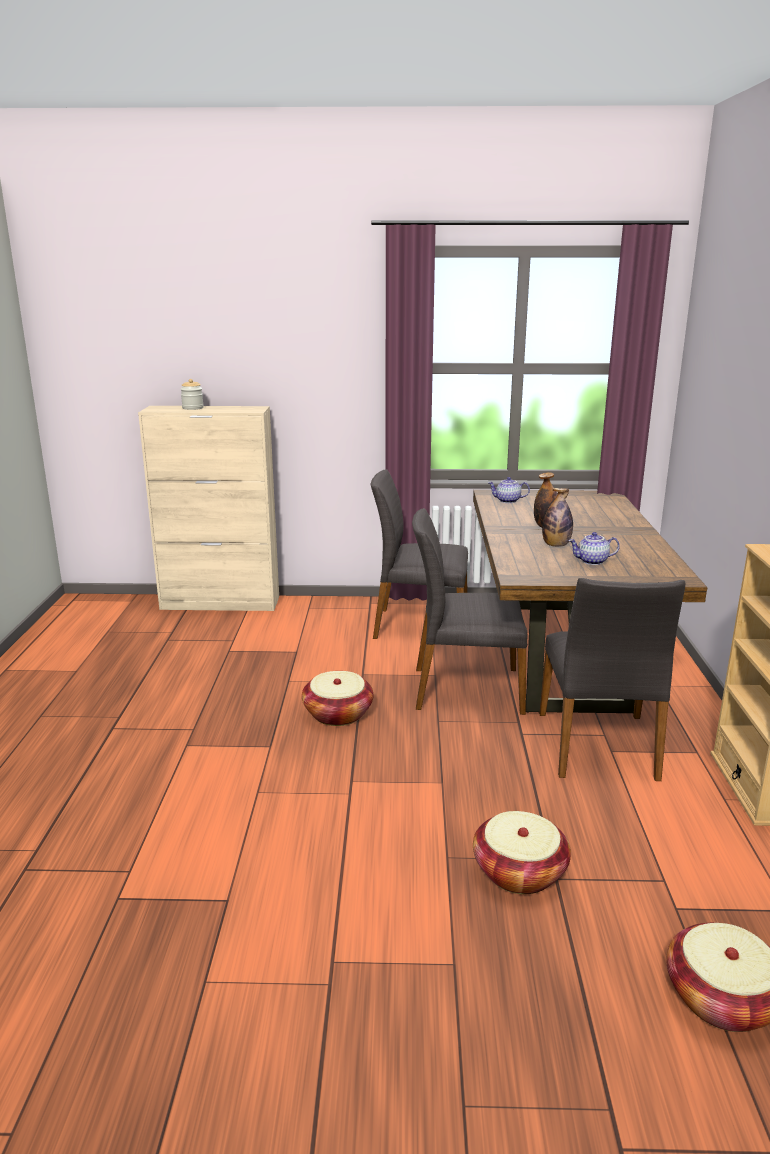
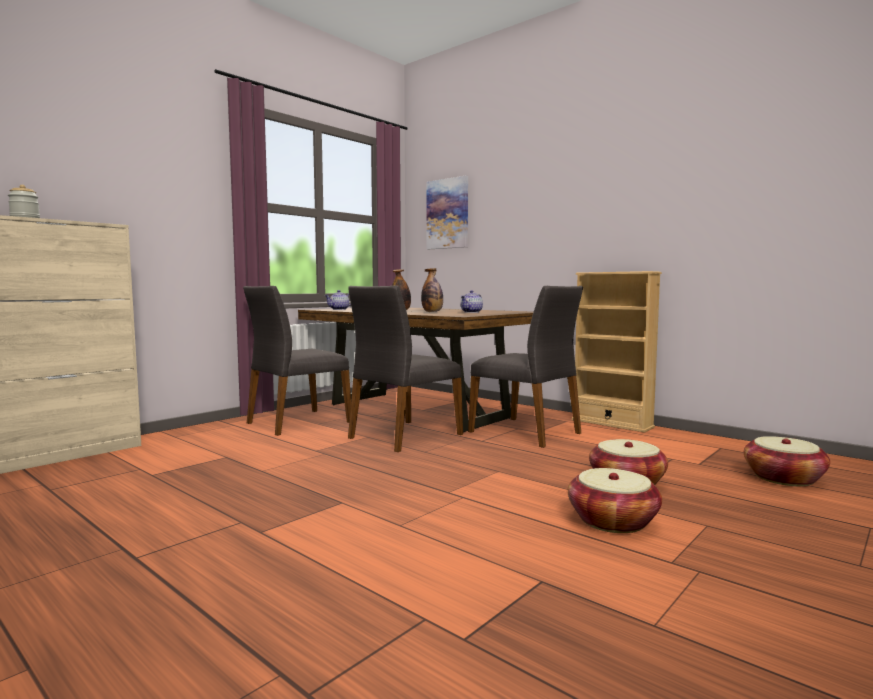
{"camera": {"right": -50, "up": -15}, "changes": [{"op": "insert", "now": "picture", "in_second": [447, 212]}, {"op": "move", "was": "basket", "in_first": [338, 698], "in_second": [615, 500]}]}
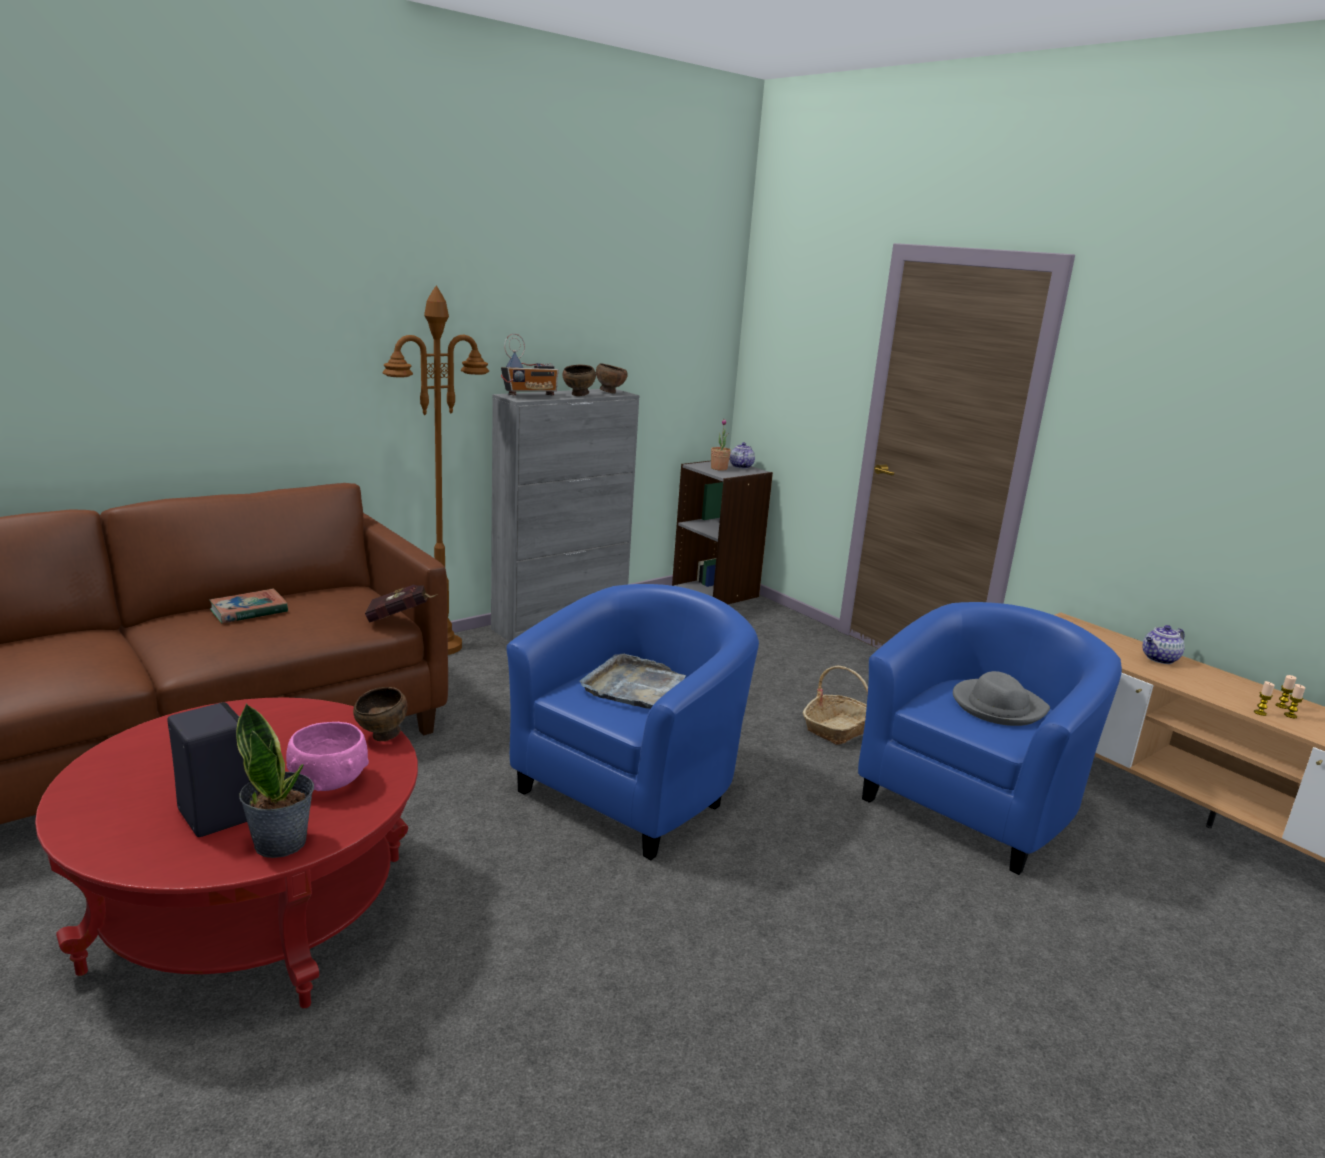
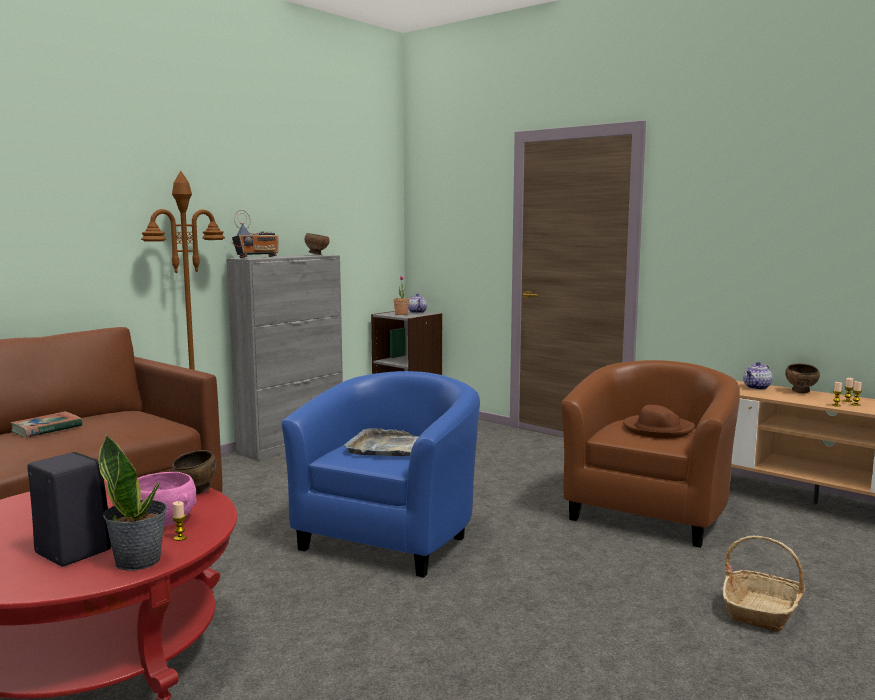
{"camera": {"right": -10, "up": -10}, "changes": [{"op": "delete", "was": "red book", "in_first": [401, 604]}, {"op": "insert", "now": "candle", "in_second": [179, 521]}, {"op": "move", "was": "brown bowl", "in_first": [579, 380], "in_second": [802, 378]}, {"op": "move", "was": "basket", "in_first": [835, 705], "in_second": [764, 584]}, {"op": "recolor", "was": "blue armchair", "now": "brown armchair", "in_first": [990, 738], "in_second": [650, 454]}, {"op": "recolor", "was": "grey hat", "now": "brown hat", "in_first": [1001, 698], "in_second": [659, 421]}]}
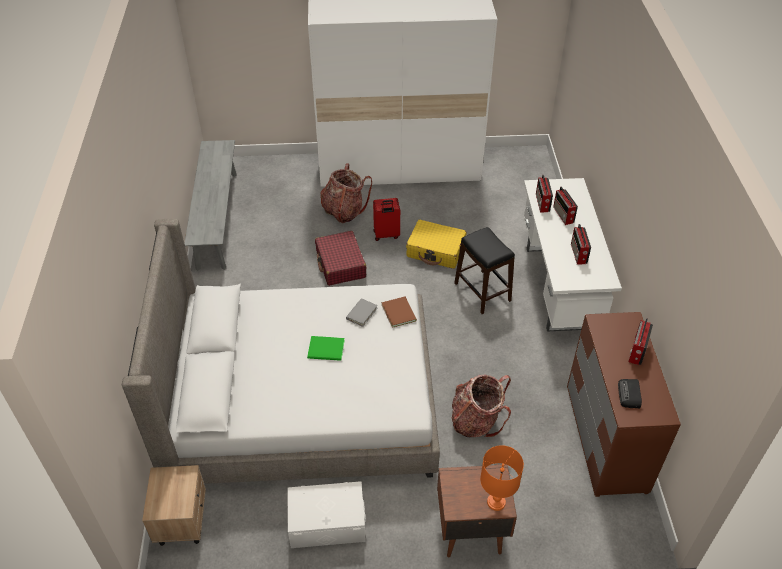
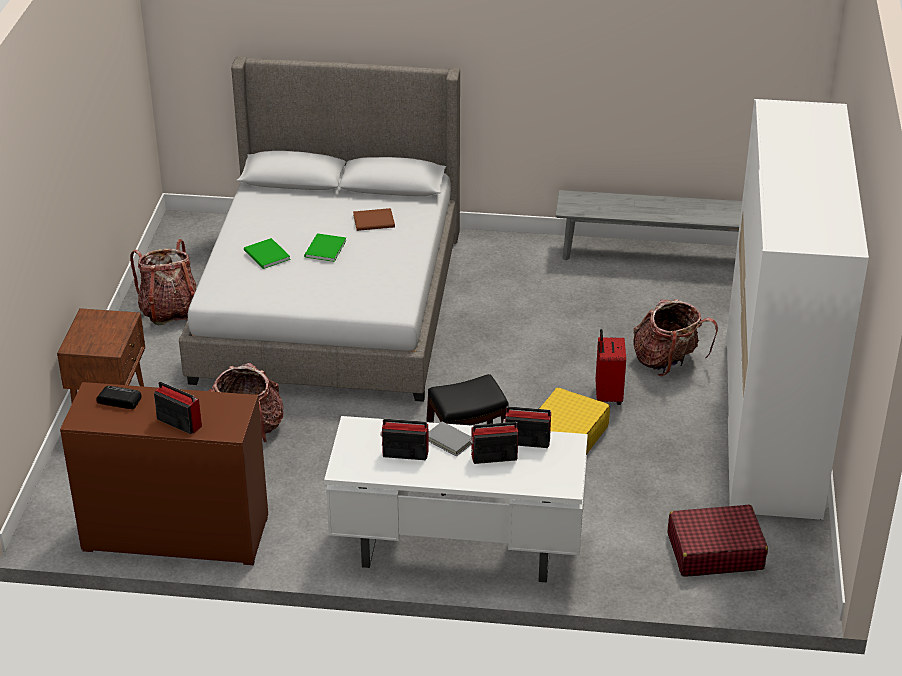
{"camera": {"right": 100, "up": -10}, "changes": [{"op": "delete", "was": "beige nightstand", "in_first": [174, 505]}, {"op": "delete", "was": "orange table lamp", "in_first": [502, 478]}, {"op": "insert", "now": "green book", "in_second": [267, 253]}, {"op": "move", "was": "red suitcase", "in_first": [340, 258], "in_second": [717, 541]}, {"op": "move", "was": "grey book", "in_first": [362, 312], "in_second": [450, 438]}, {"op": "move", "was": "brown book", "in_first": [399, 312], "in_second": [374, 219]}, {"op": "replace", "was": "white storage box", "now": "backpack", "in_first": [326, 514], "in_second": [163, 282]}]}
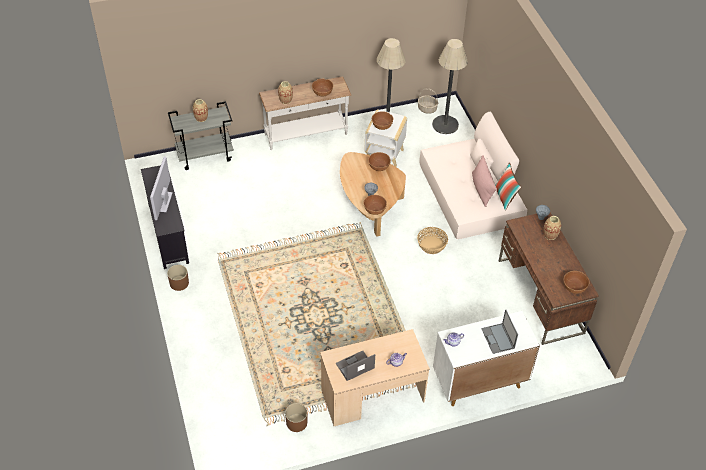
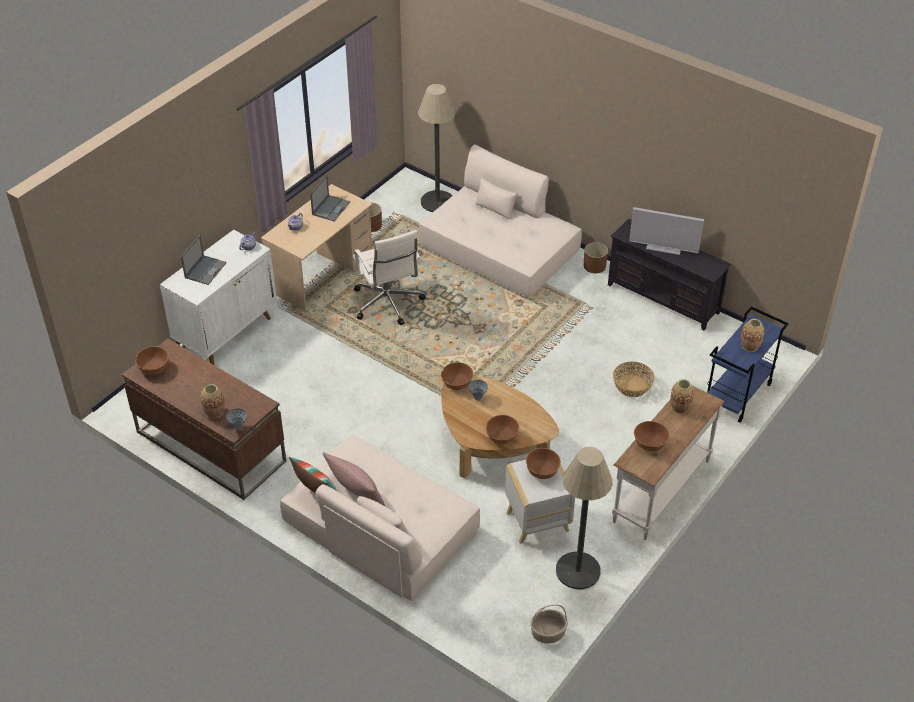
{"camera": {"right": 145, "up": -5}, "changes": [{"op": "insert", "now": "white office chair", "in_second": [389, 277]}, {"op": "insert", "now": "beige sofa", "in_second": [500, 220]}, {"op": "move", "was": "basket", "in_first": [432, 240], "in_second": [633, 379]}, {"op": "move", "was": "floor lamp", "in_first": [450, 86], "in_second": [436, 148]}, {"op": "recolor", "was": "grey cart", "now": "blue cart", "in_first": [201, 135], "in_second": [748, 364]}, {"op": "rotate", "was": "television", "in_first": [161, 188], "in_second": [666, 231], "clockwise": 135}, {"op": "rotate", "was": "laptop", "in_first": [499, 332], "in_second": [203, 260], "clockwise": 75}]}
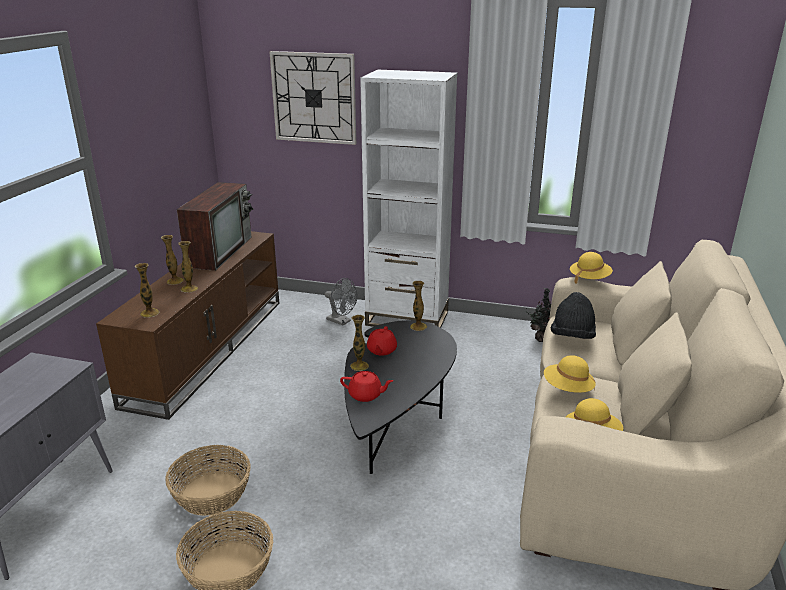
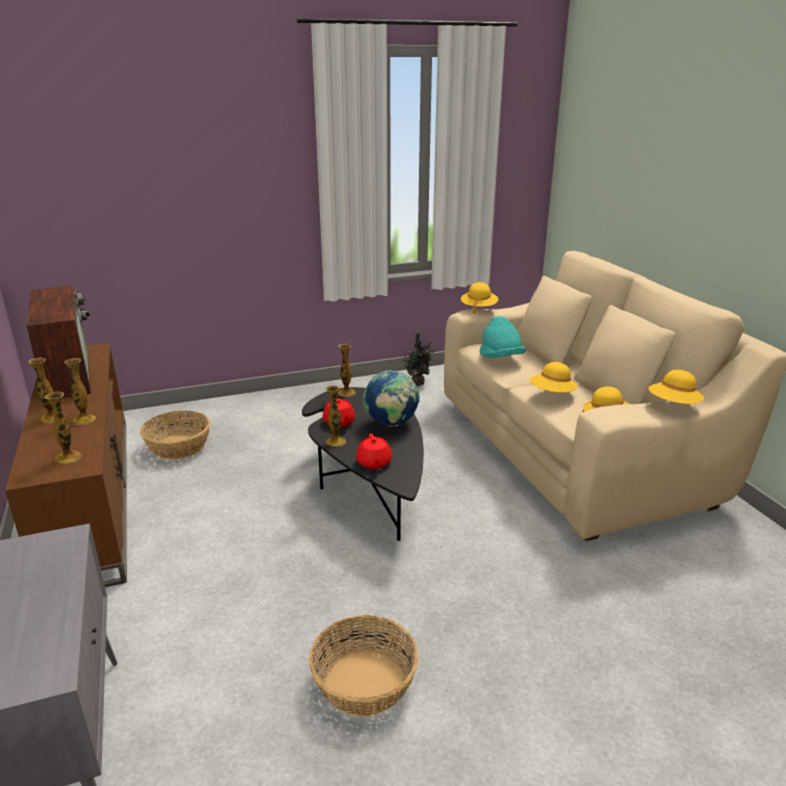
{"camera": {"right": -35, "up": 0}, "changes": [{"op": "delete", "was": "wall clock", "in_first": [313, 98]}, {"op": "delete", "was": "grey fan", "in_first": [341, 302]}, {"op": "delete", "was": "white bookcase", "in_first": [409, 199]}, {"op": "insert", "now": "globe", "in_second": [391, 398]}, {"op": "insert", "now": "yellow hat", "in_second": [676, 387]}, {"op": "move", "was": "basket", "in_first": [208, 480], "in_second": [175, 435]}, {"op": "recolor", "was": "black hat", "now": "turquoise hat", "in_first": [573, 315], "in_second": [502, 337]}, {"op": "rotate", "was": "red teapot", "in_first": [366, 386], "in_second": [374, 451], "clockwise": 105}]}
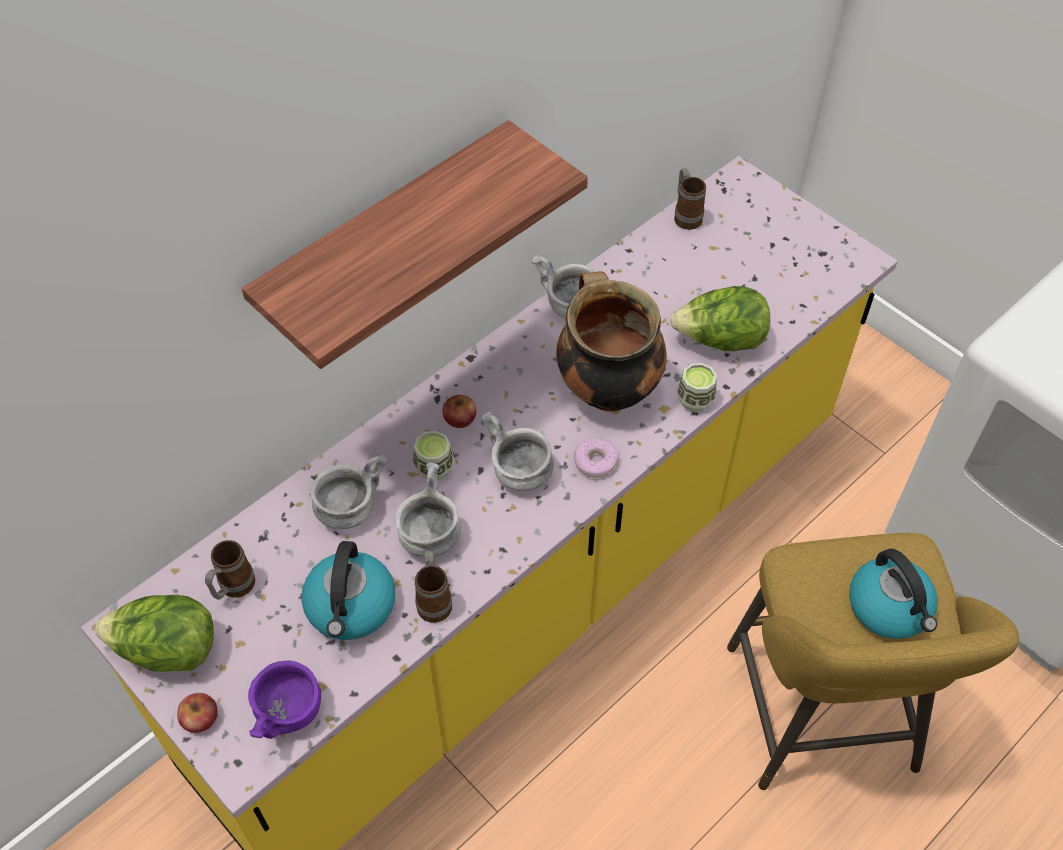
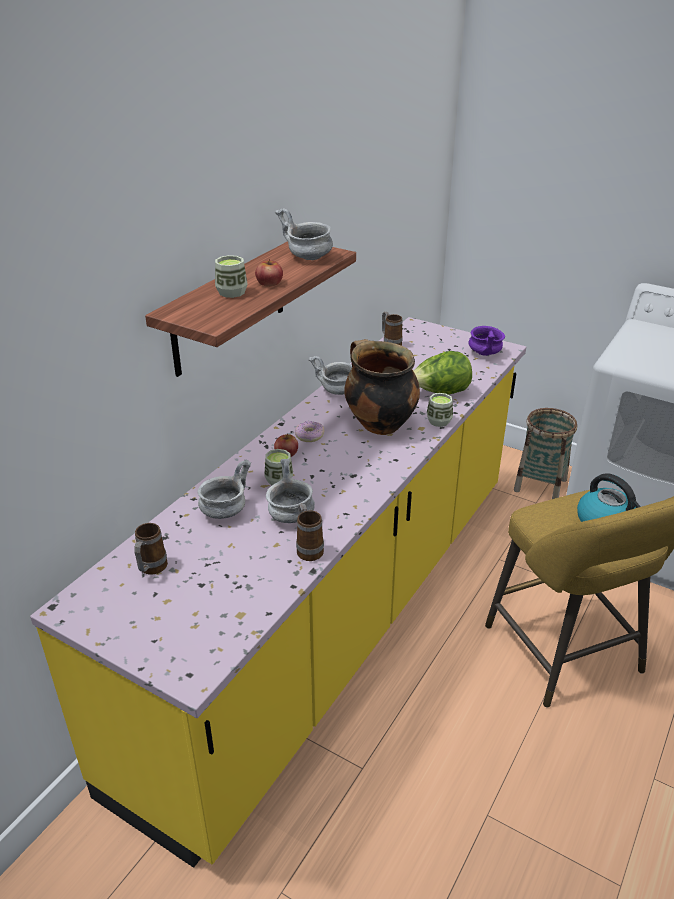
{"camera": {"right": -15, "up": -20}, "changes": [{"op": "delete", "was": "lettuce", "in_first": [154, 633]}, {"op": "delete", "was": "kettle", "in_first": [348, 590]}, {"op": "insert", "now": "cup", "in_second": [231, 276]}, {"op": "insert", "now": "basket", "in_second": [545, 453]}, {"op": "move", "was": "apple", "in_first": [197, 713], "in_second": [269, 272]}, {"op": "move", "was": "purple bowl", "in_first": [284, 699], "in_second": [486, 341]}, {"op": "move", "was": "grey bowl", "in_first": [517, 451], "in_second": [304, 234]}, {"op": "move", "was": "donut", "in_first": [596, 457], "in_second": [310, 431]}]}
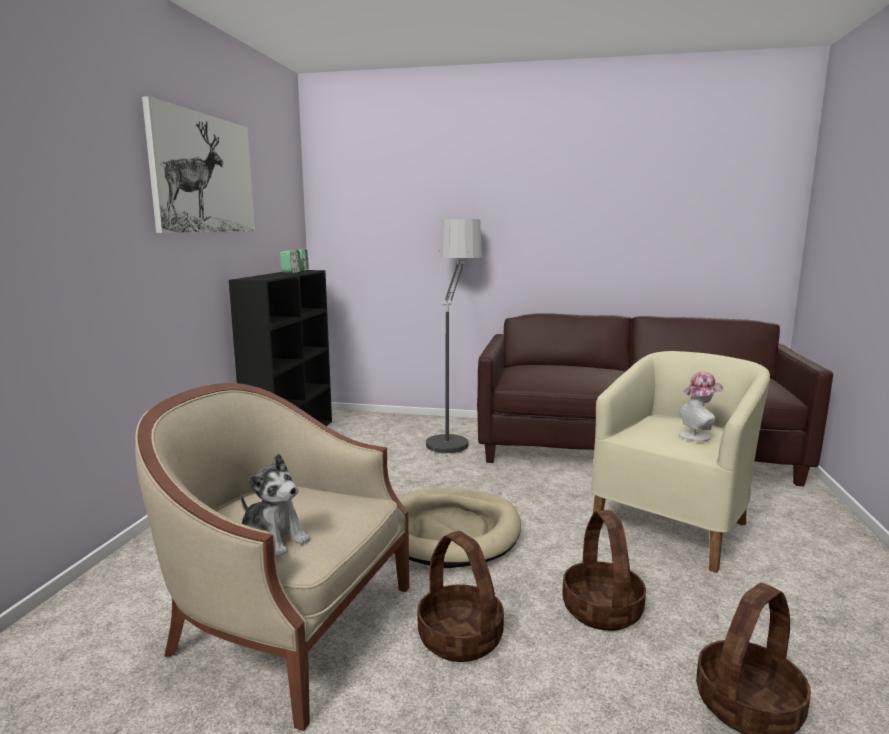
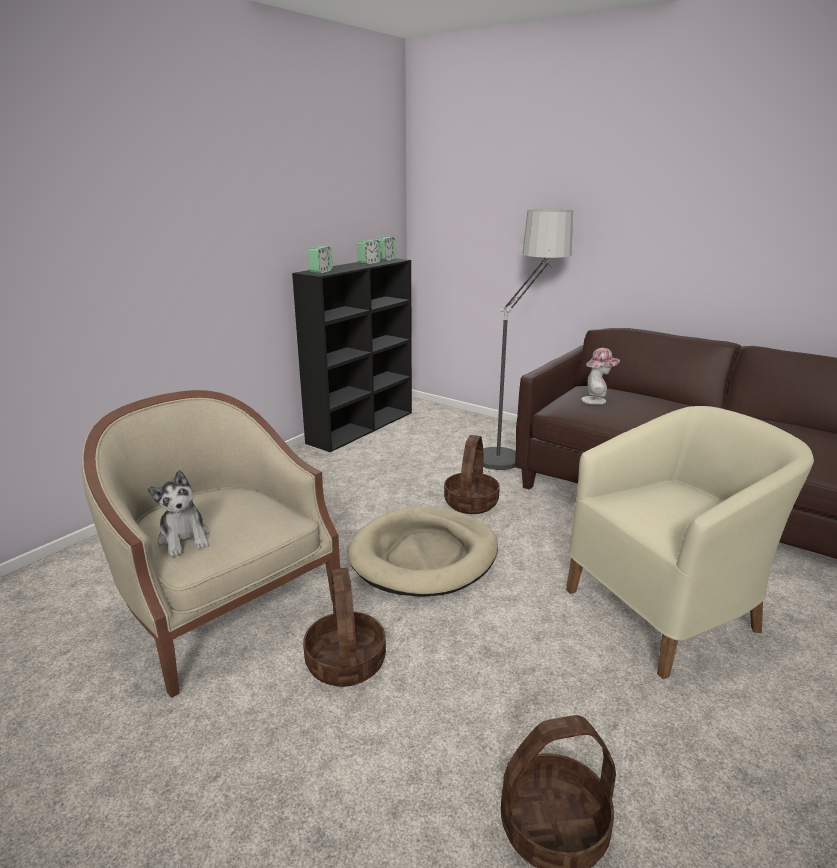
{"camera": {"right": 25, "up": 10}, "changes": [{"op": "delete", "was": "picture", "in_first": [198, 164]}, {"op": "insert", "now": "alarm clock", "in_second": [320, 260]}, {"op": "move", "was": "basket", "in_first": [604, 570], "in_second": [472, 474]}, {"op": "move", "was": "hat", "in_first": [701, 406], "in_second": [600, 376]}]}
